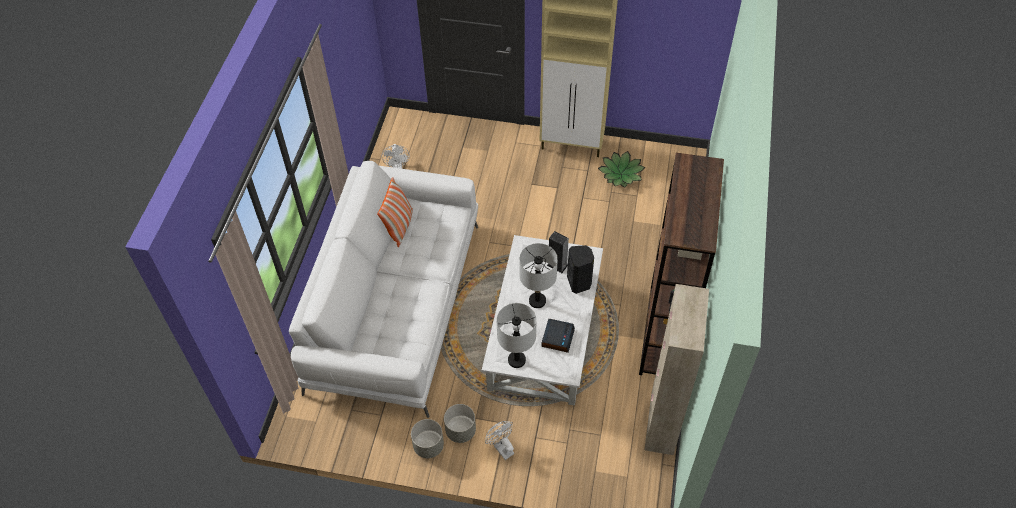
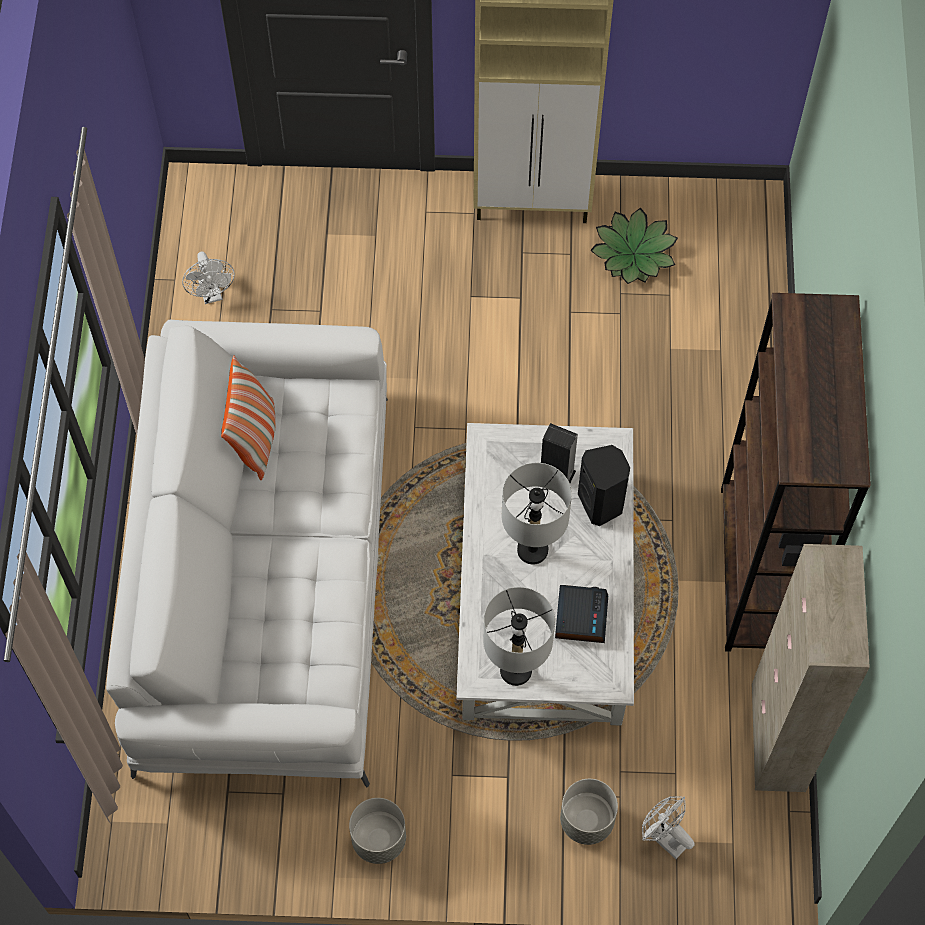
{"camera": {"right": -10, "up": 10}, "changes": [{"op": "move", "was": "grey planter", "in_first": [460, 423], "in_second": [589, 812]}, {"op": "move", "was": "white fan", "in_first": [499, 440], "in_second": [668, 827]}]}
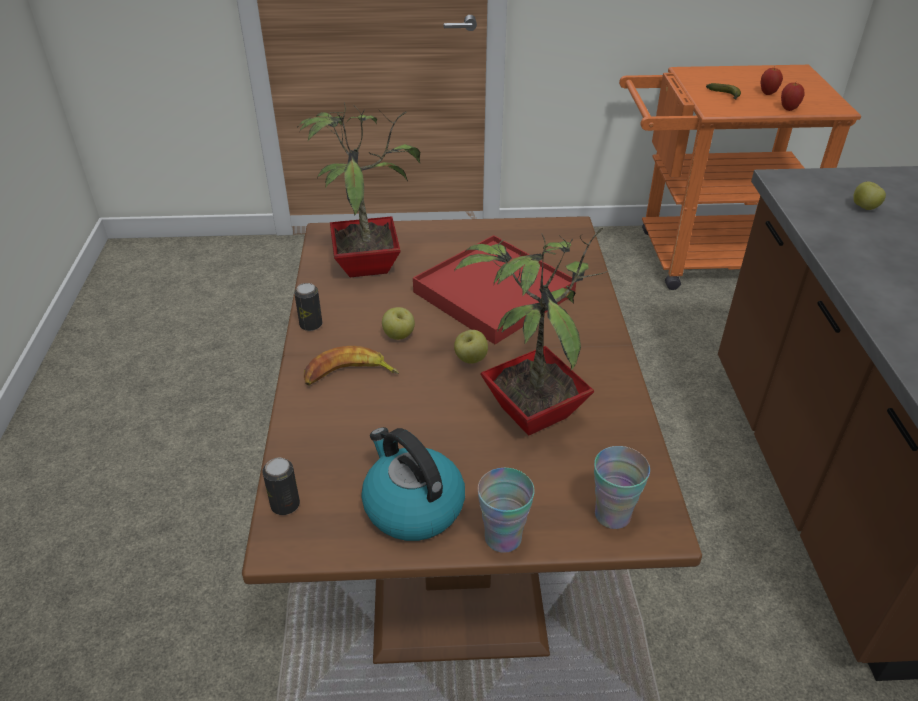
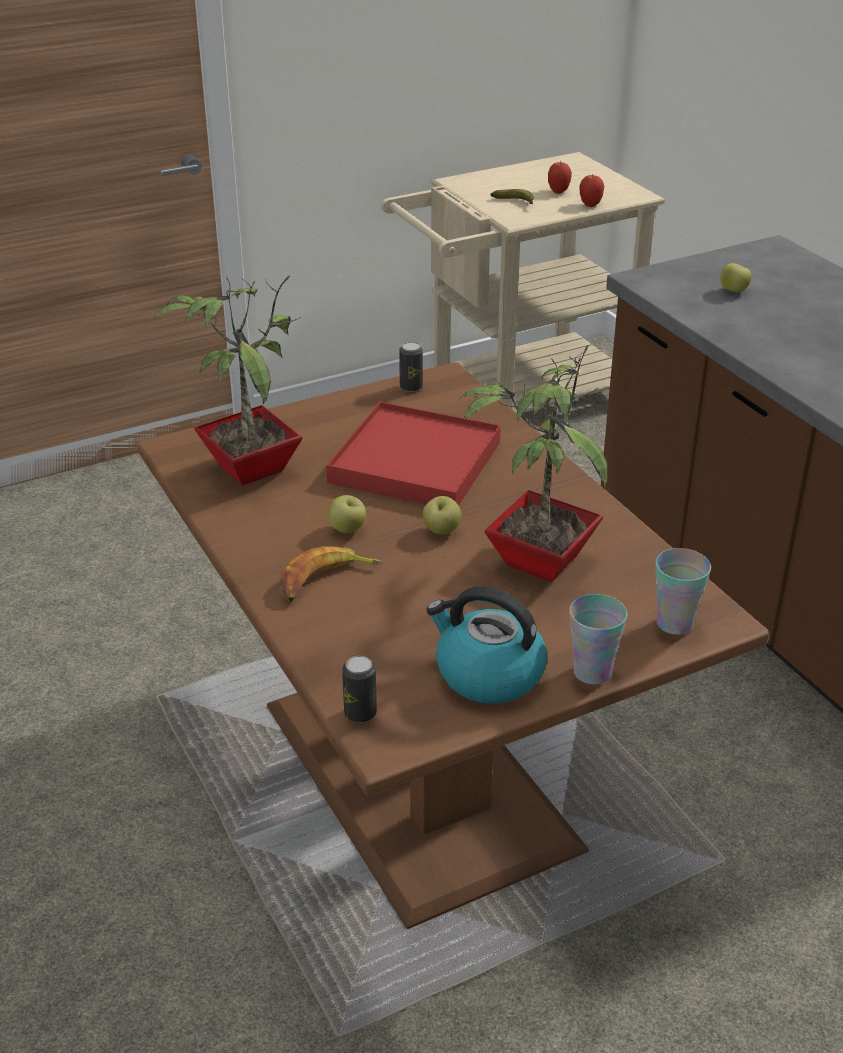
{"camera": {"right": -25, "up": -5}, "changes": [{"op": "move", "was": "can", "in_first": [308, 307], "in_second": [411, 367]}, {"op": "recolor", "was": "orange cart", "now": "beige cart", "in_first": [740, 177], "in_second": [523, 282]}]}
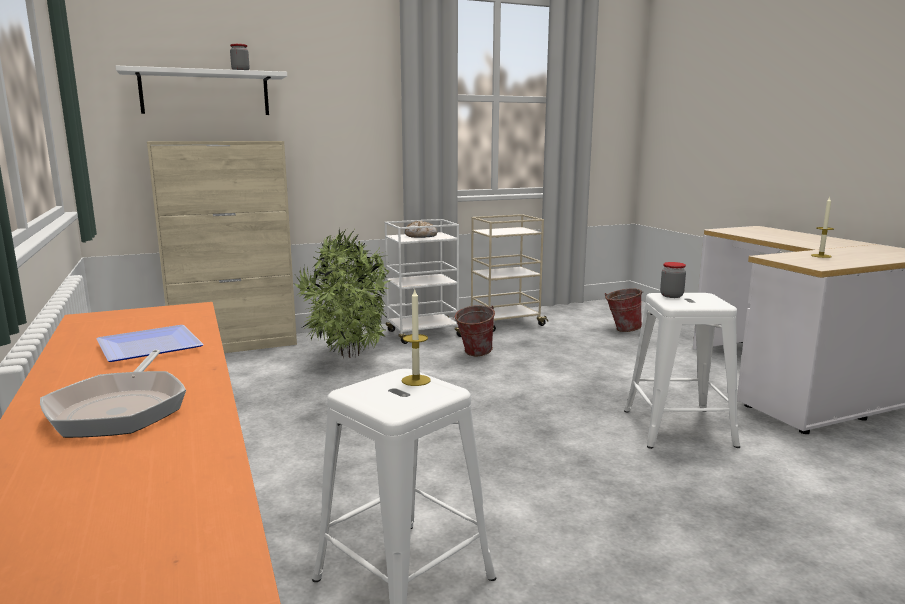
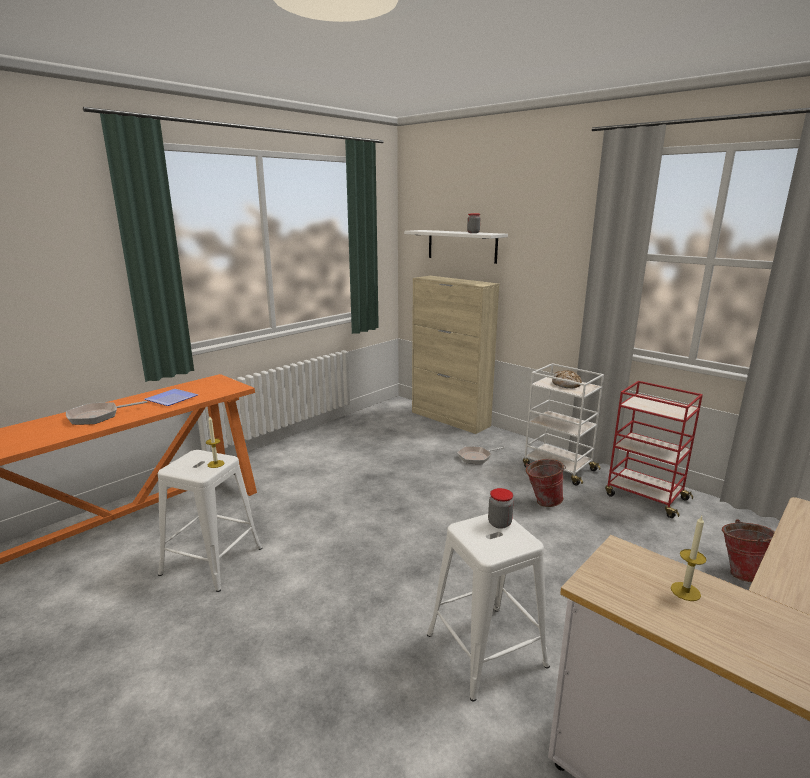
{"camera": {"right": 65, "up": 5}, "changes": [{"op": "replace", "was": "potted plant", "now": "frying pan", "in_first": [342, 294], "in_second": [481, 455]}, {"op": "recolor", "was": "beige cart", "now": "red cart", "in_first": [509, 273], "in_second": [654, 449]}]}
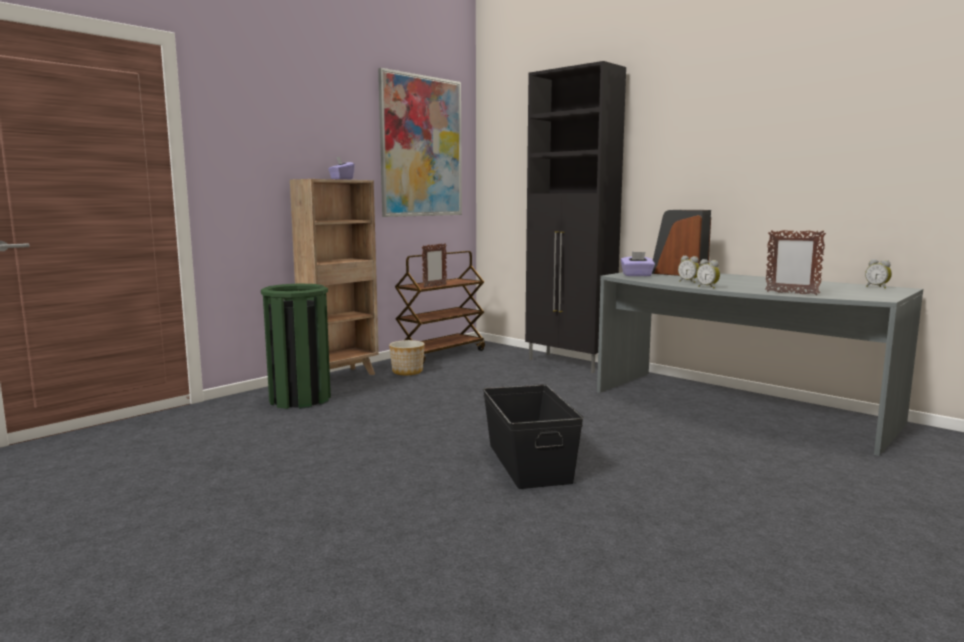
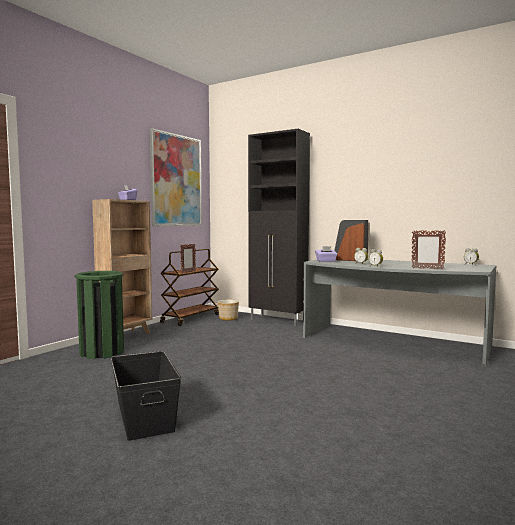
{"camera": {"right": -10, "up": -5}, "changes": [{"op": "move", "was": "planter", "in_first": [407, 357], "in_second": [228, 310]}, {"op": "move", "was": "black storage box", "in_first": [533, 436], "in_second": [146, 396]}]}
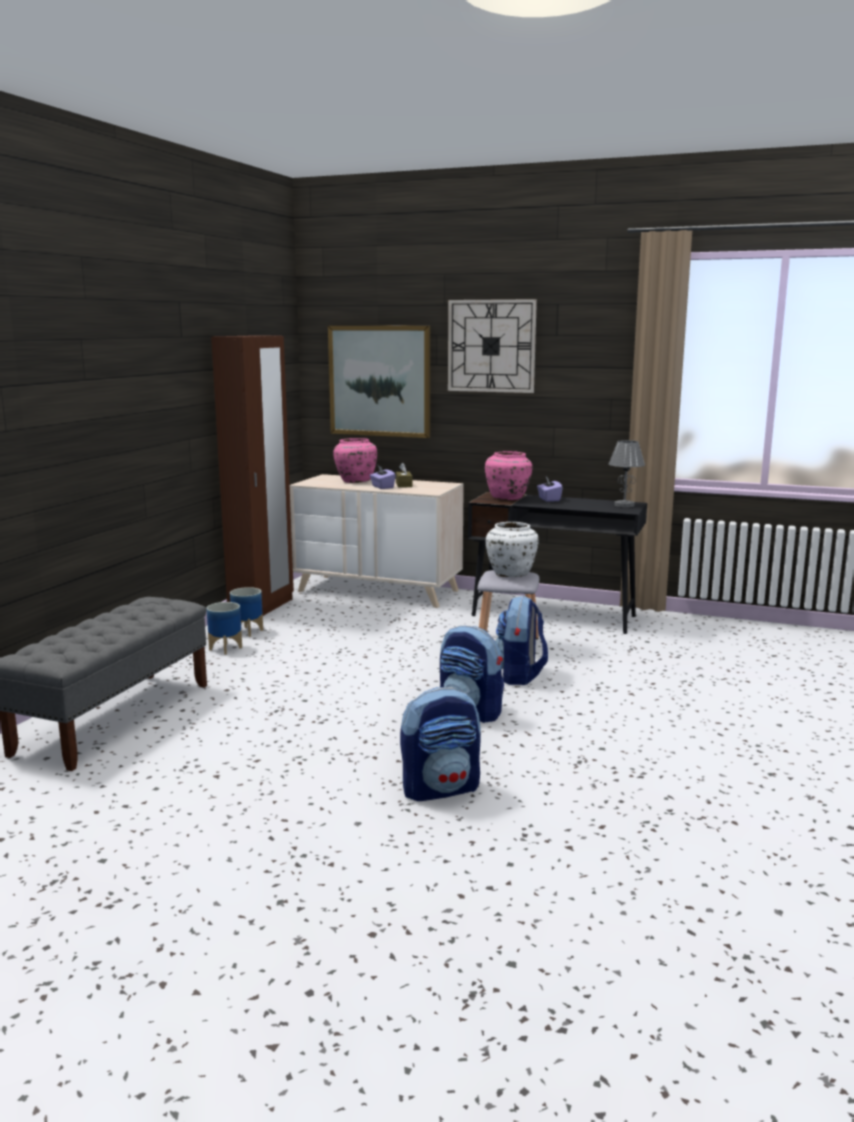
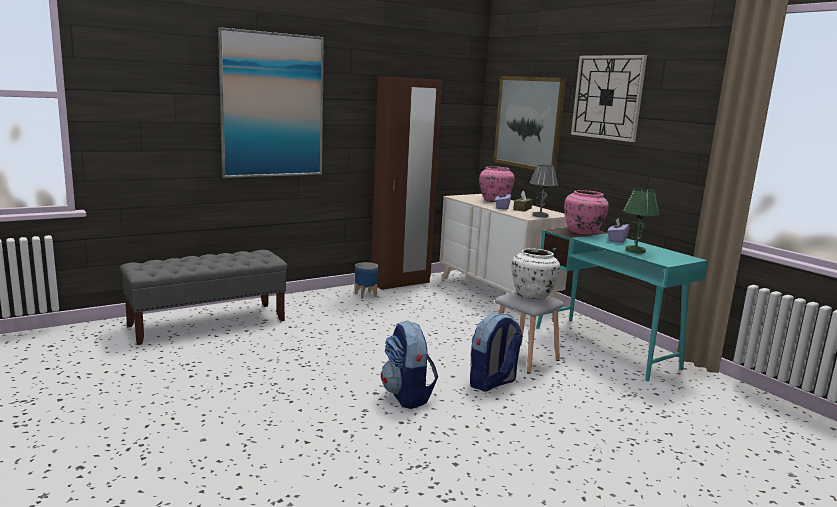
{"camera": {"right": 35, "up": 0}, "changes": [{"op": "delete", "was": "planter", "in_first": [224, 628]}, {"op": "delete", "was": "backpack", "in_first": [440, 744]}, {"op": "insert", "now": "picture", "in_second": [271, 102]}, {"op": "insert", "now": "green table lamp", "in_second": [641, 221]}, {"op": "move", "was": "grey table lamp", "in_first": [627, 473], "in_second": [544, 191]}, {"op": "recolor", "was": "black desk", "now": "turquoise desk", "in_first": [557, 563], "in_second": [622, 304]}]}
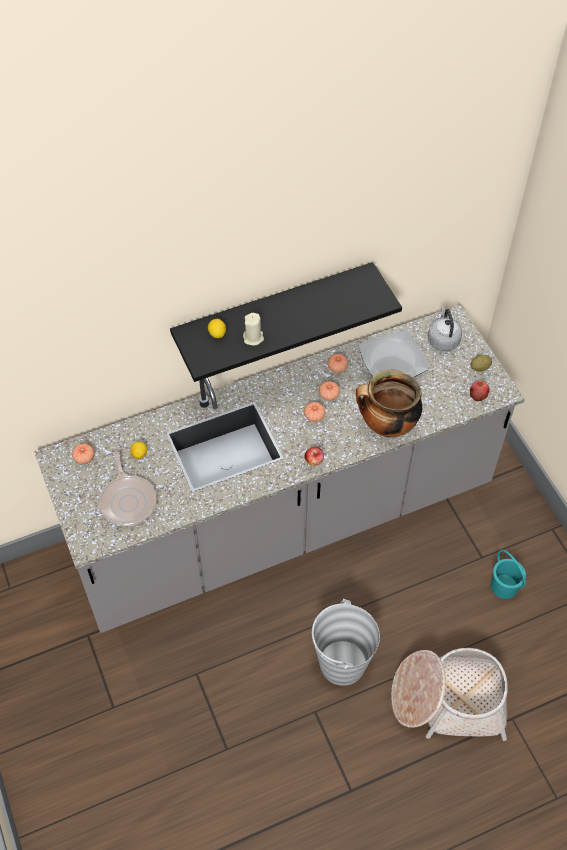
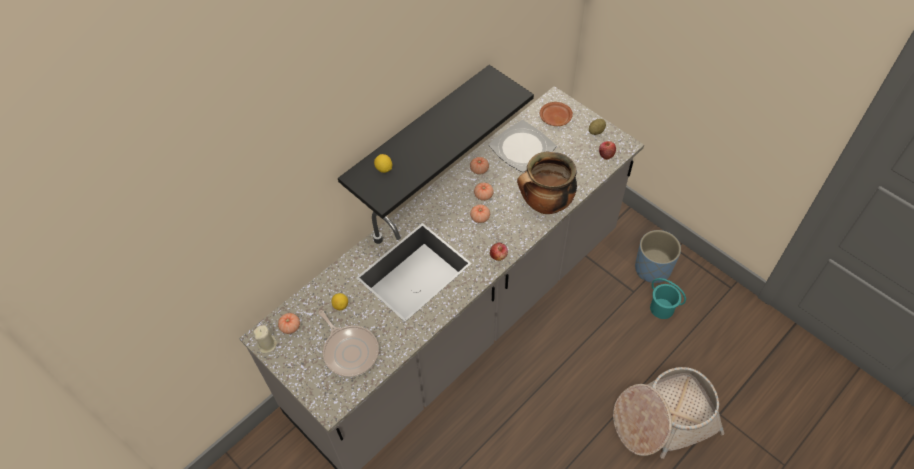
{"camera": {"right": -20, "up": 0}, "changes": [{"op": "delete", "was": "grey bucket", "in_first": [346, 642]}, {"op": "insert", "now": "blue planter", "in_second": [658, 256]}, {"op": "move", "was": "beige candle", "in_first": [253, 329], "in_second": [265, 339]}, {"op": "replace", "was": "grey kettle", "now": "brown plate", "in_first": [445, 329], "in_second": [556, 114]}]}
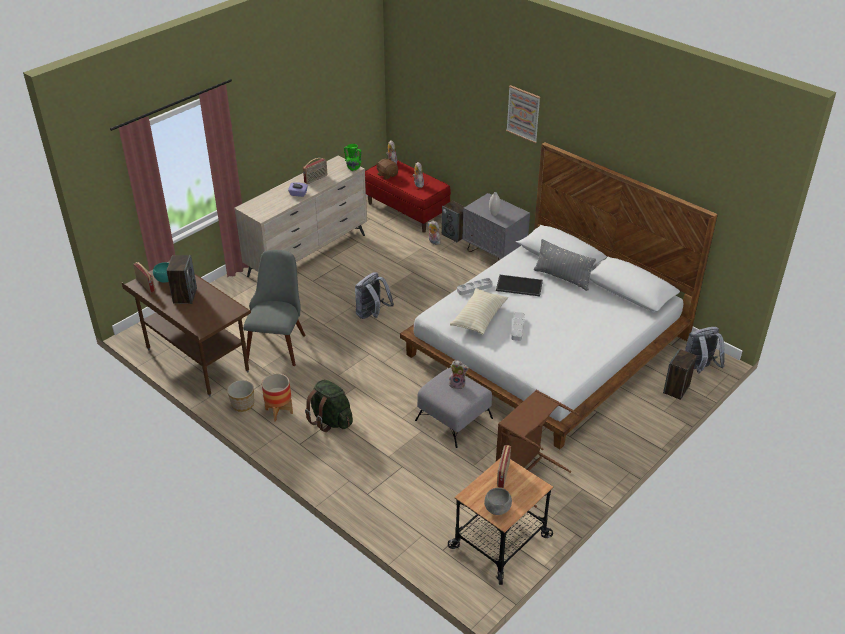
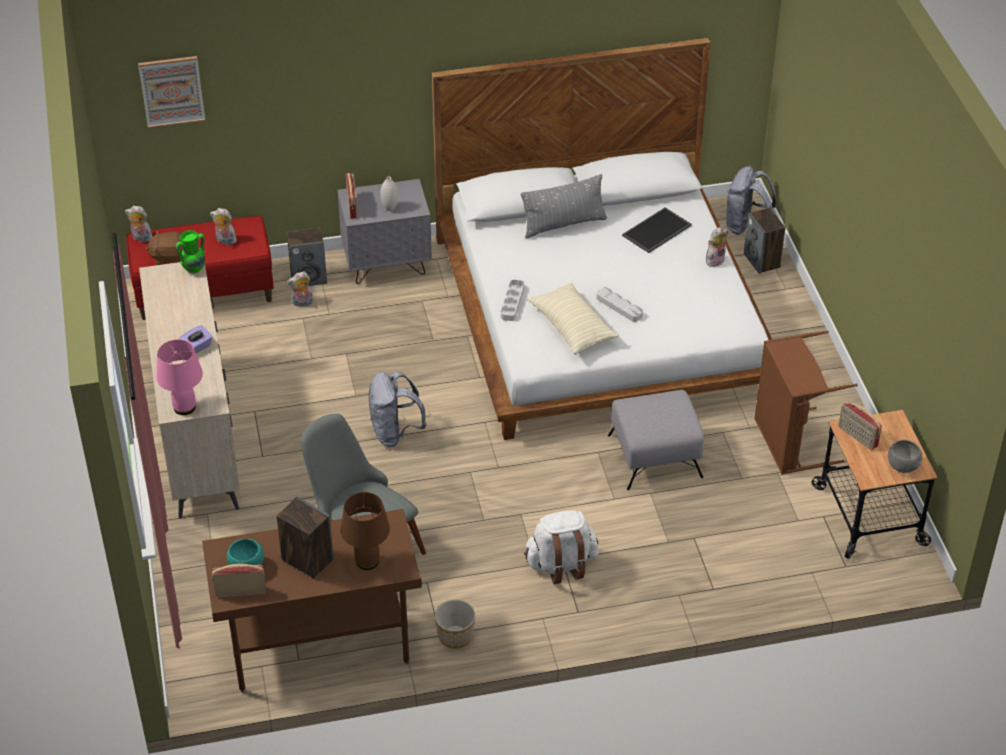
{"camera": {"right": -55, "up": 5}, "changes": [{"op": "delete", "was": "planter", "in_first": [277, 397]}, {"op": "insert", "now": "pink table lamp", "in_second": [179, 377]}, {"op": "insert", "now": "brown table lamp", "in_second": [365, 531]}, {"op": "move", "was": "radio", "in_first": [315, 171], "in_second": [352, 196]}, {"op": "move", "was": "plush toy", "in_first": [459, 375], "in_second": [717, 247]}, {"op": "move", "was": "tray", "in_first": [519, 285], "in_second": [657, 230]}, {"op": "move", "was": "picture", "in_first": [523, 114], "in_second": [171, 92]}, {"op": "recolor", "was": "green backpack", "now": "white backpack", "in_first": [329, 406], "in_second": [561, 547]}]}
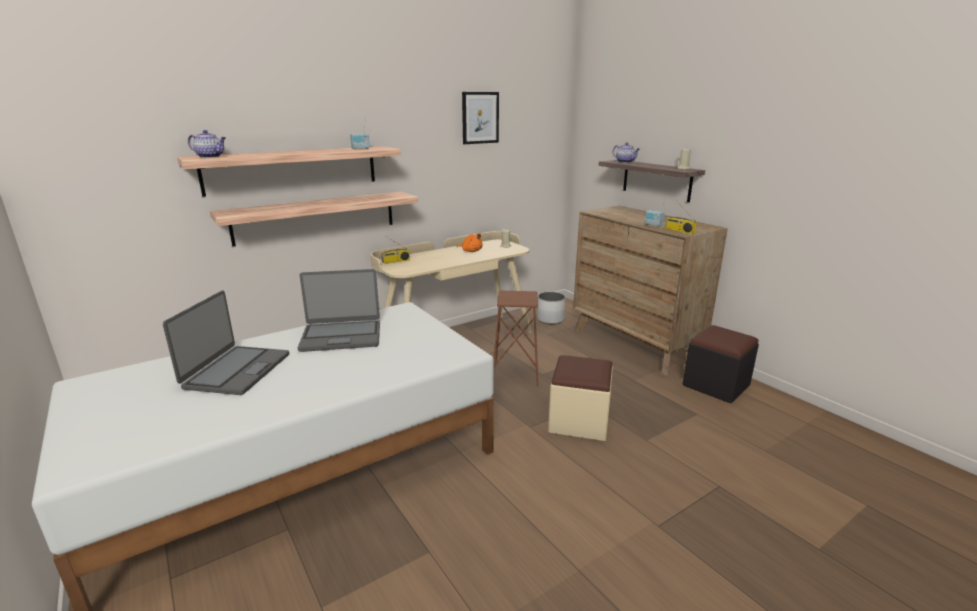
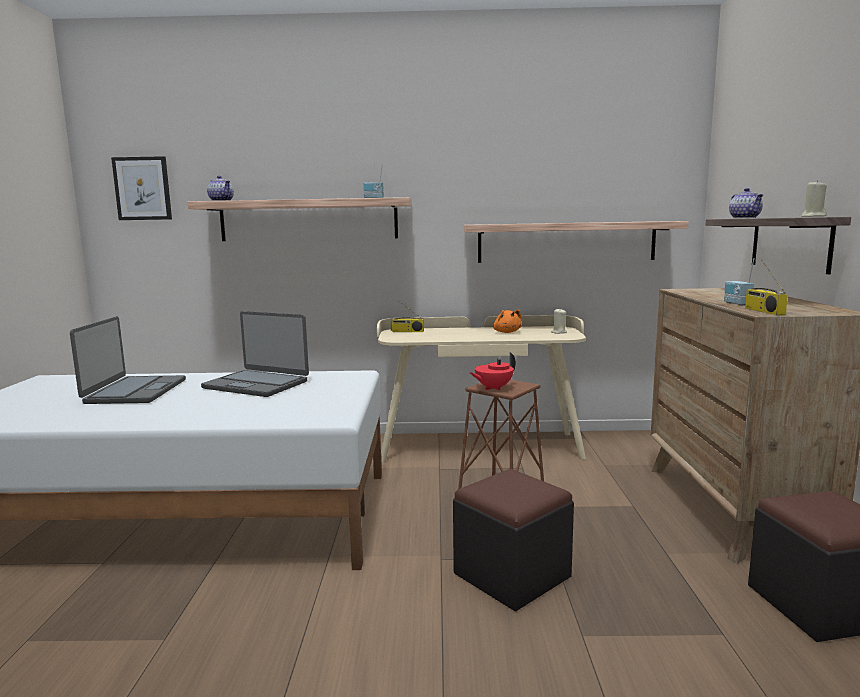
{"camera": {"right": 35, "up": -10}, "changes": [{"op": "delete", "was": "white planter", "in_first": [551, 308]}, {"op": "insert", "now": "red teapot", "in_second": [493, 371]}, {"op": "move", "was": "shelf", "in_first": [314, 219], "in_second": [576, 242]}, {"op": "move", "was": "picture", "in_first": [480, 118], "in_second": [141, 188]}, {"op": "recolor", "was": "beige ottoman", "now": "black ottoman", "in_first": [580, 398], "in_second": [513, 540]}, {"op": "rotate", "was": "laptop", "in_first": [226, 343], "in_second": [128, 360], "clockwise": -45}]}
